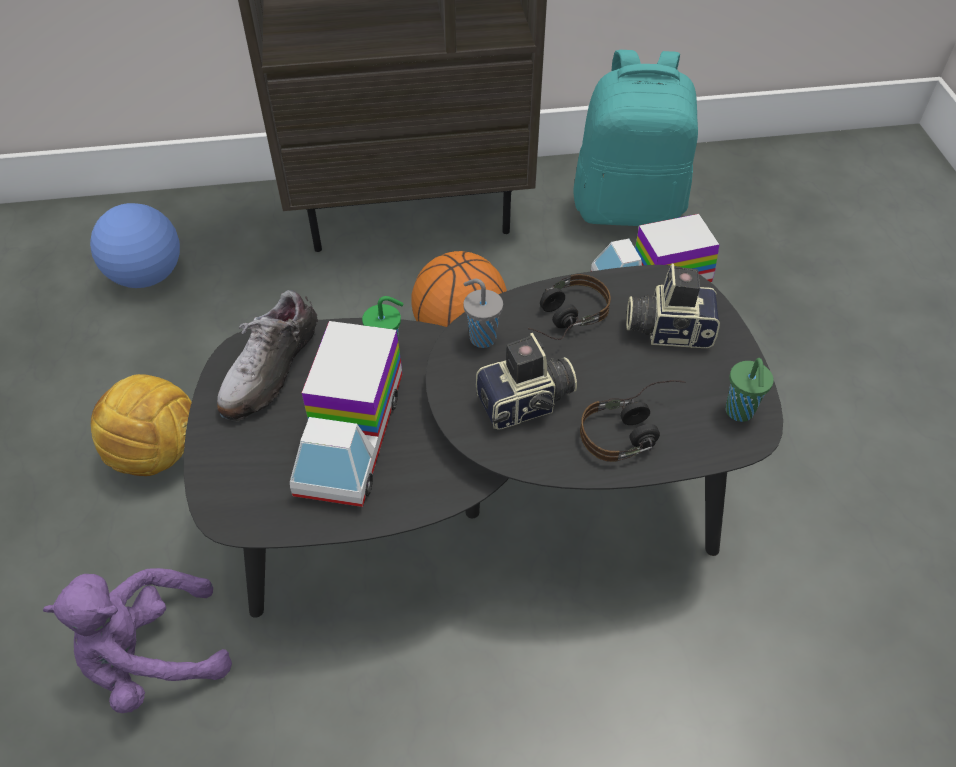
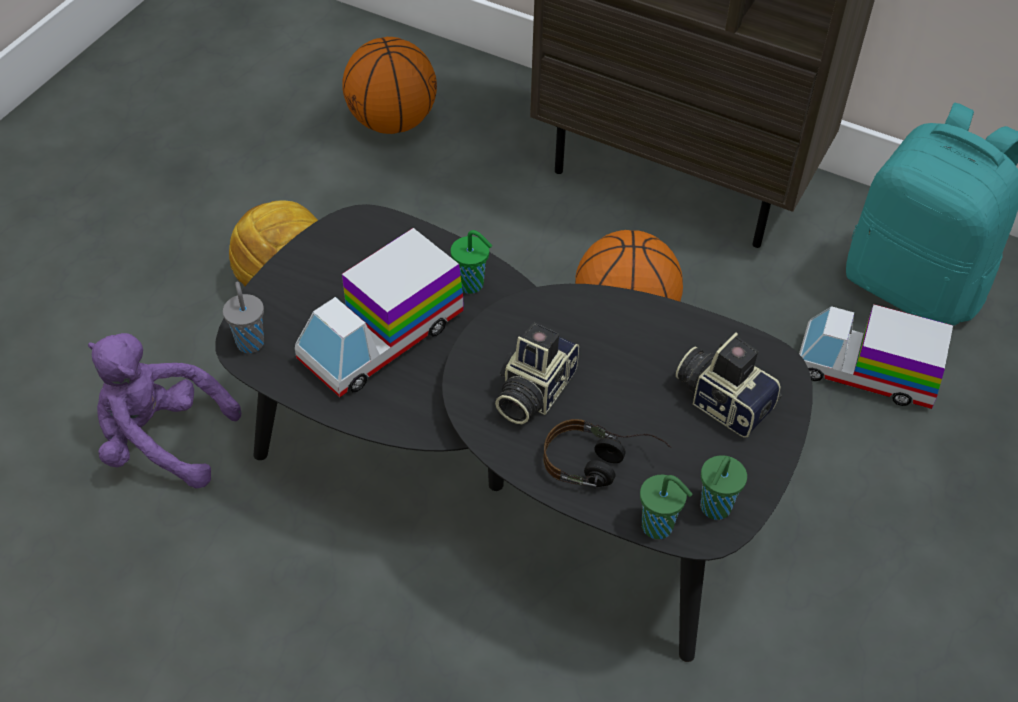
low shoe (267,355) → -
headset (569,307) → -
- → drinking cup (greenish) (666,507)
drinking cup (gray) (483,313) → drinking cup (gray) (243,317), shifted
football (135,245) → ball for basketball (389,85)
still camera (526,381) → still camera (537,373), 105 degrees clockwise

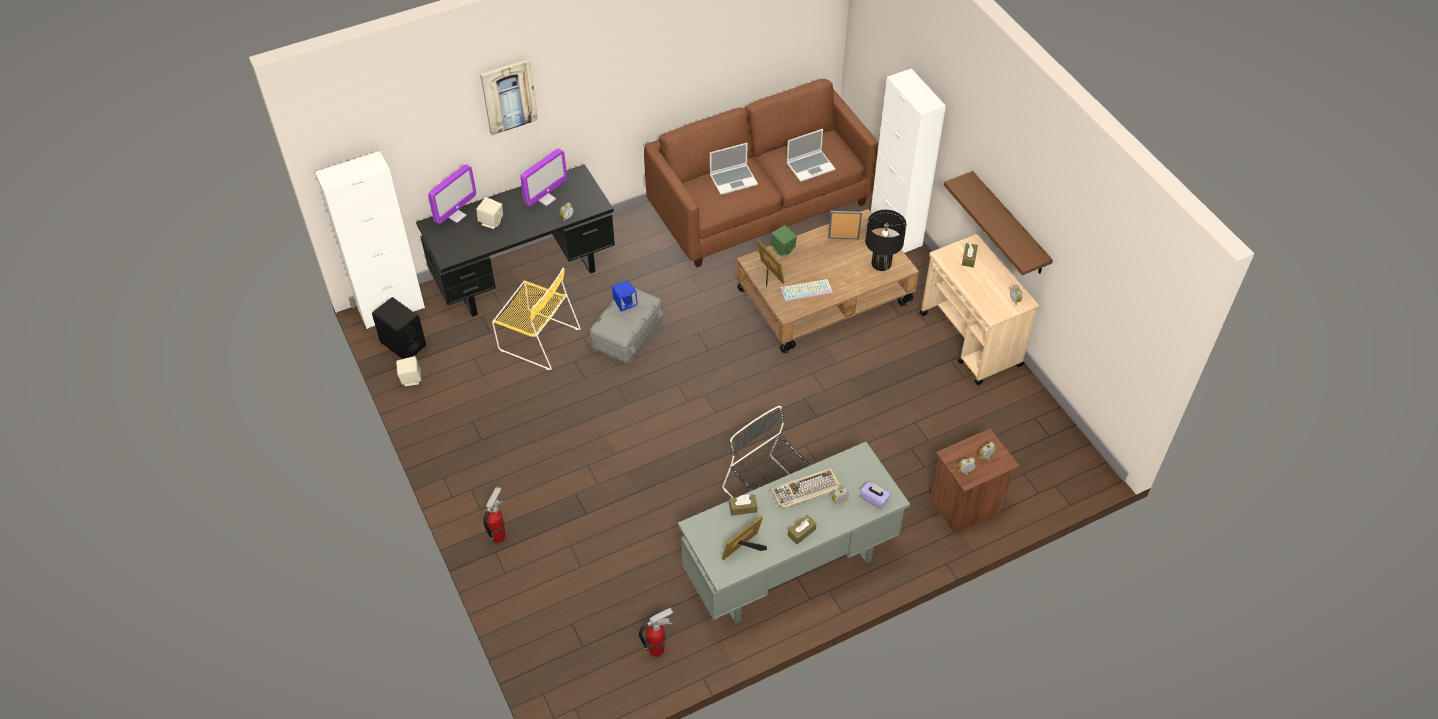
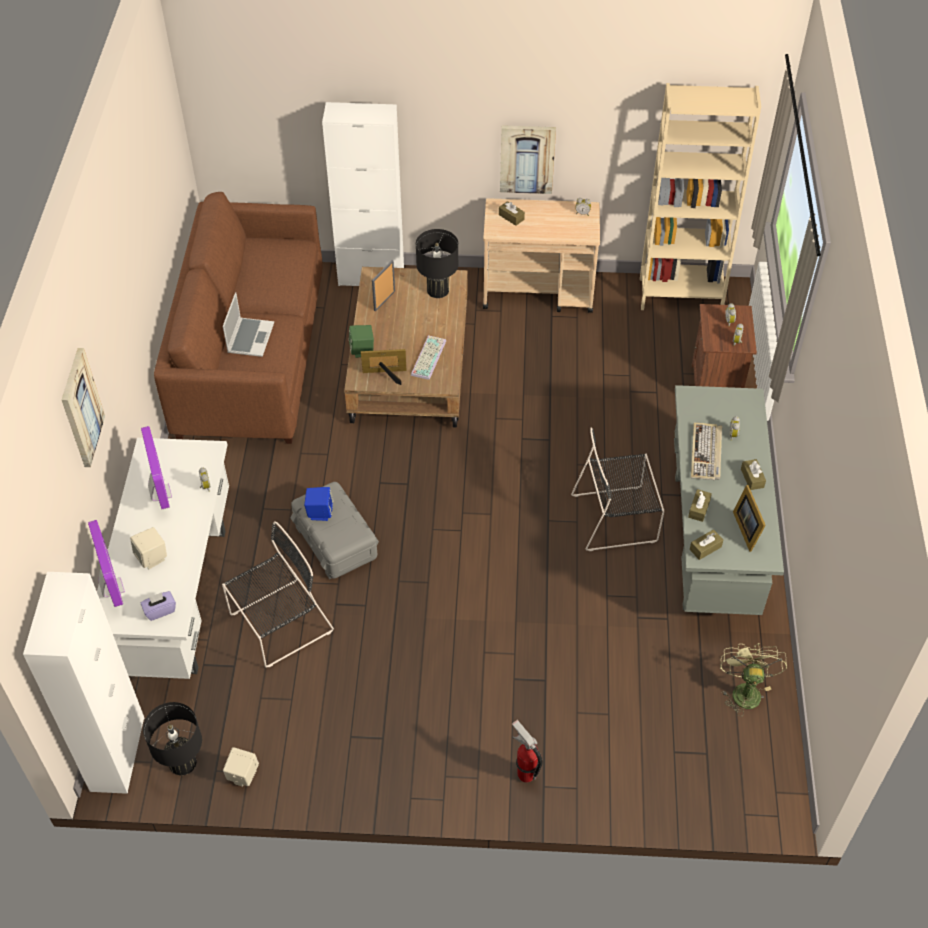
notebook computer (811,155) → -
- → bookshelf (sand-coloured) (700,196)
- → tissue holder (brown-coloured) (706,545)
tissue holder (purple-coloured) (875,495) → tissue holder (purple-coloured) (158,606), shifted
speaker (black) (399,328) → tabletop lamp (black) (172,739)
extinguisher (656,632) → fan (greenish) (753,679)
bracket shelf (brown-coloured) (998,223) → wall art (528,159)
desk (black) (515,240) → desk (whitish) (163,558)
plain chair (yellow-coloured) (536,318) → plain chair (black) (278,595)

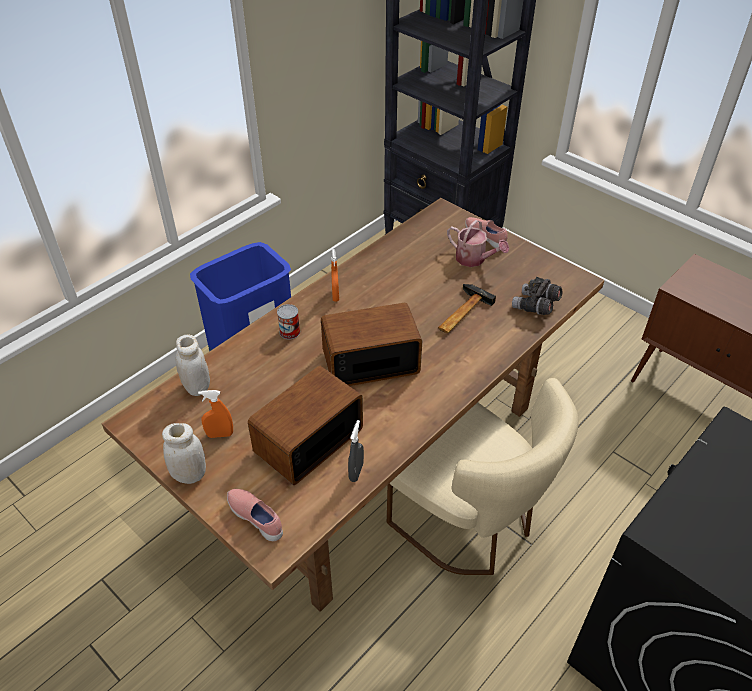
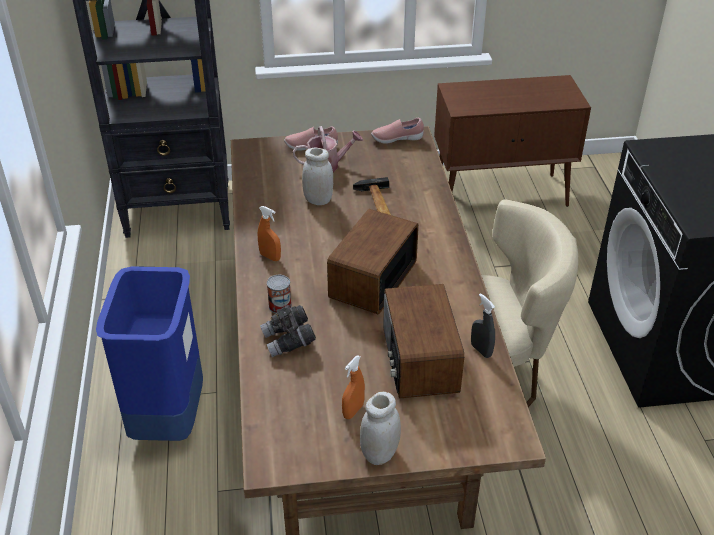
jar (whitish) (193,365) → jar (whitish) (317,176), shifted
low shoe (pink-coloured) (255,515) → low shoe (pink-coloured) (397,131), shifted
field glasses (gray) (537,296) → field glasses (gray) (288,331), shifted

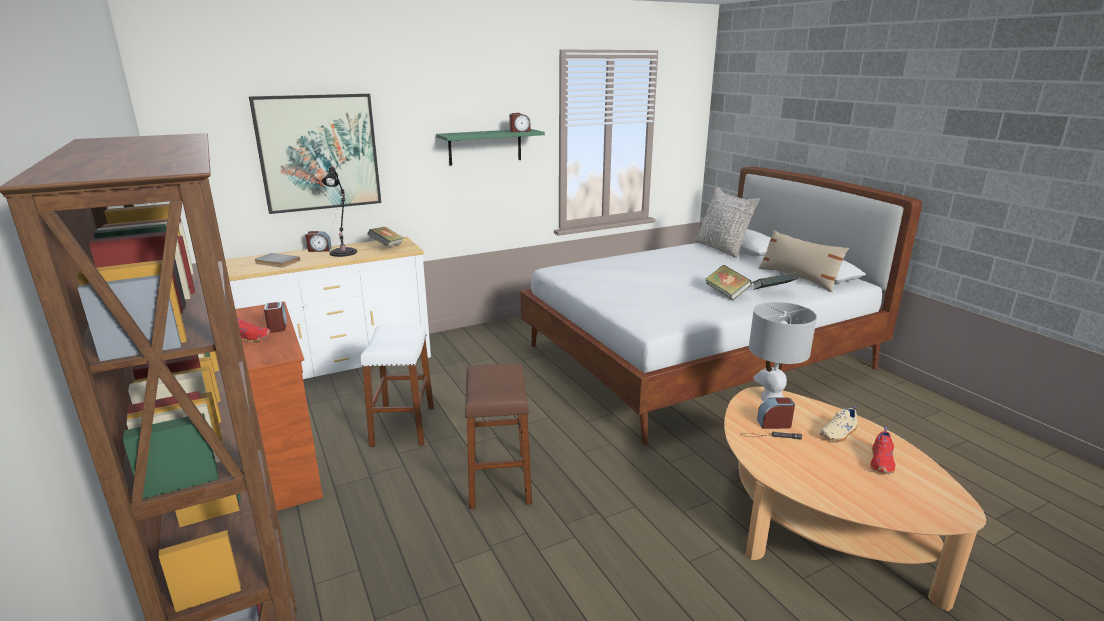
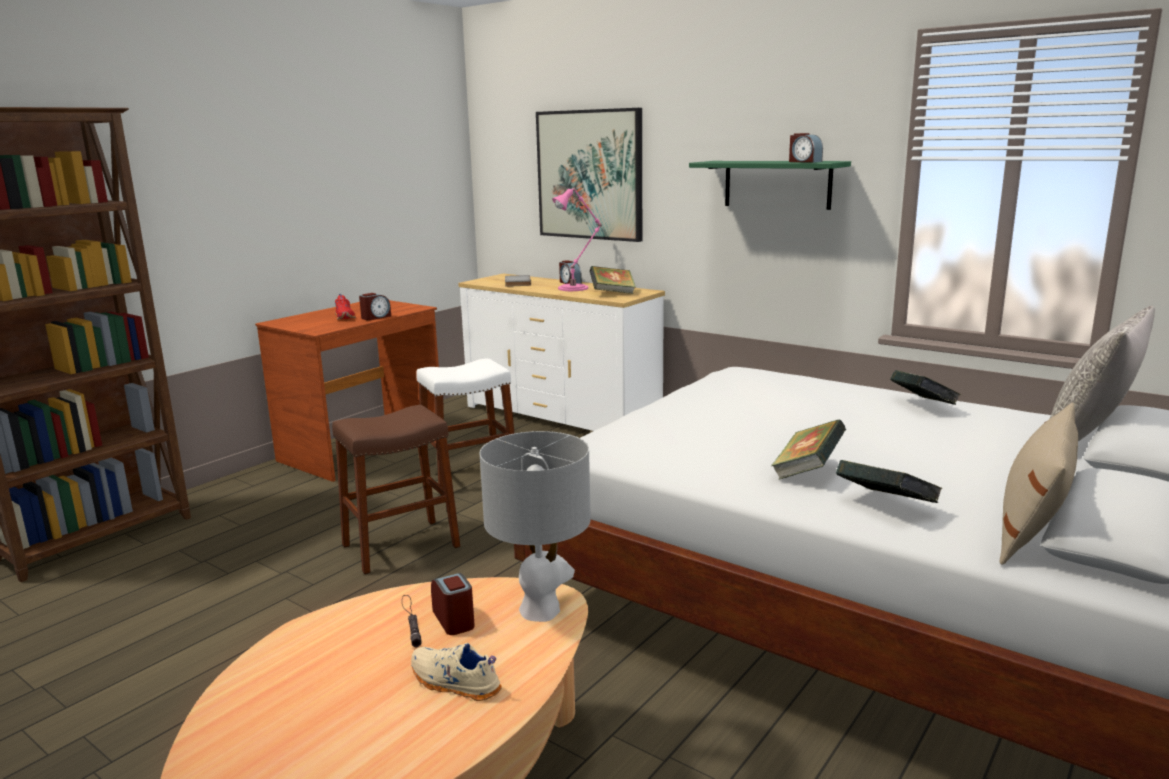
low shoe (red-coloured) (883,450) → -
- → bound book (926,387)
tabletop lamp (black) (339,211) → tabletop lamp (pink-coloured) (577,239)

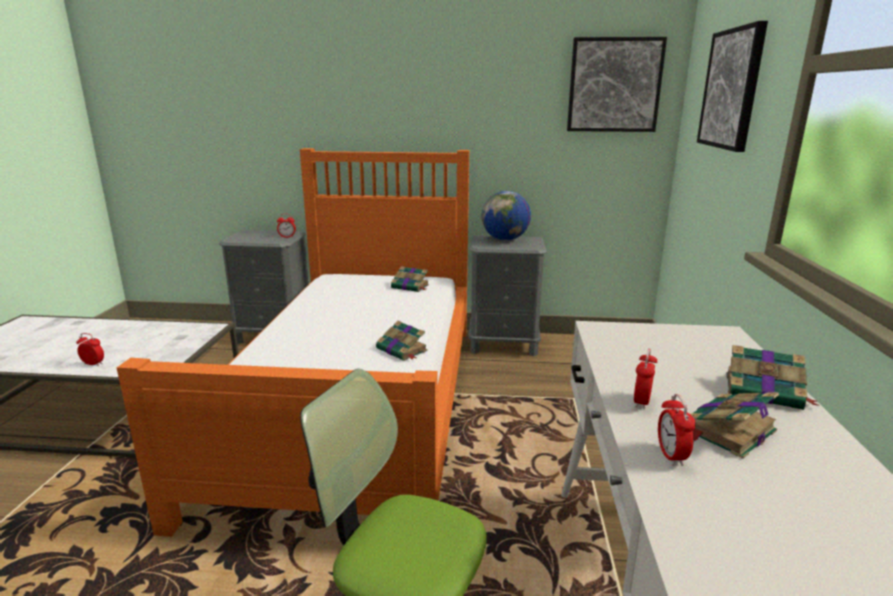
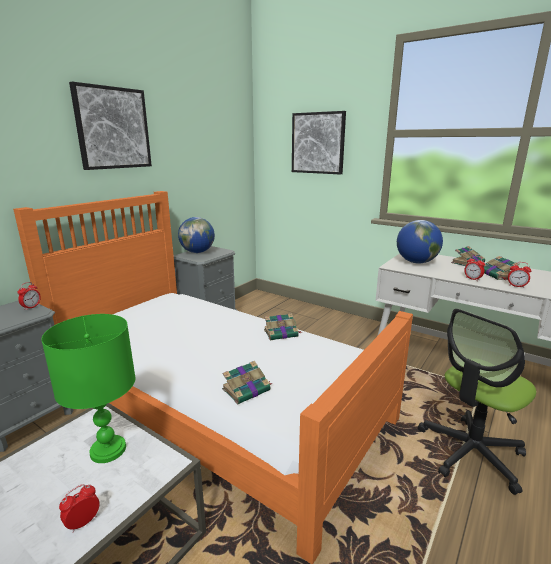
- → tabletop lamp (greenish) (88,388)
- → desk globe (420,241)
bound book (410,279) → bound book (247,382), shifted
wall art (617,84) → wall art (110,126), shifted

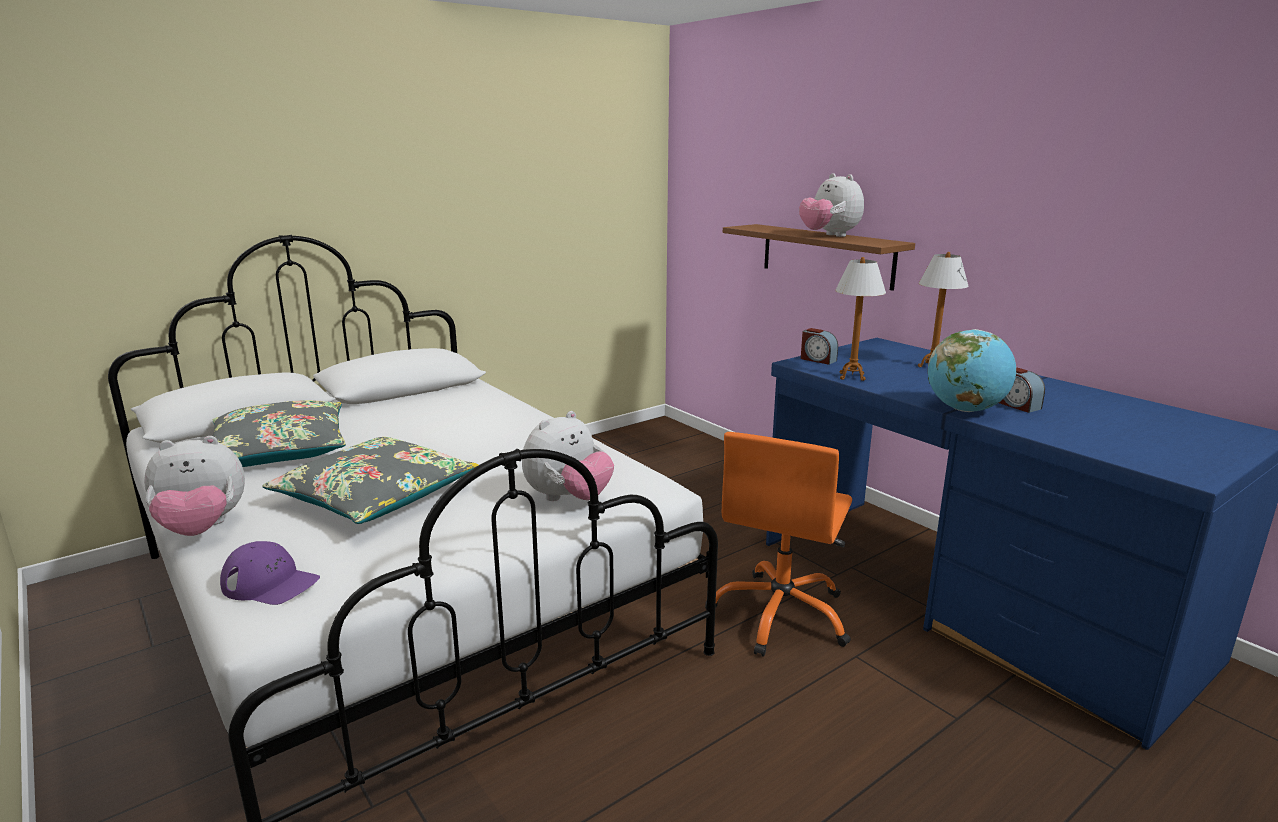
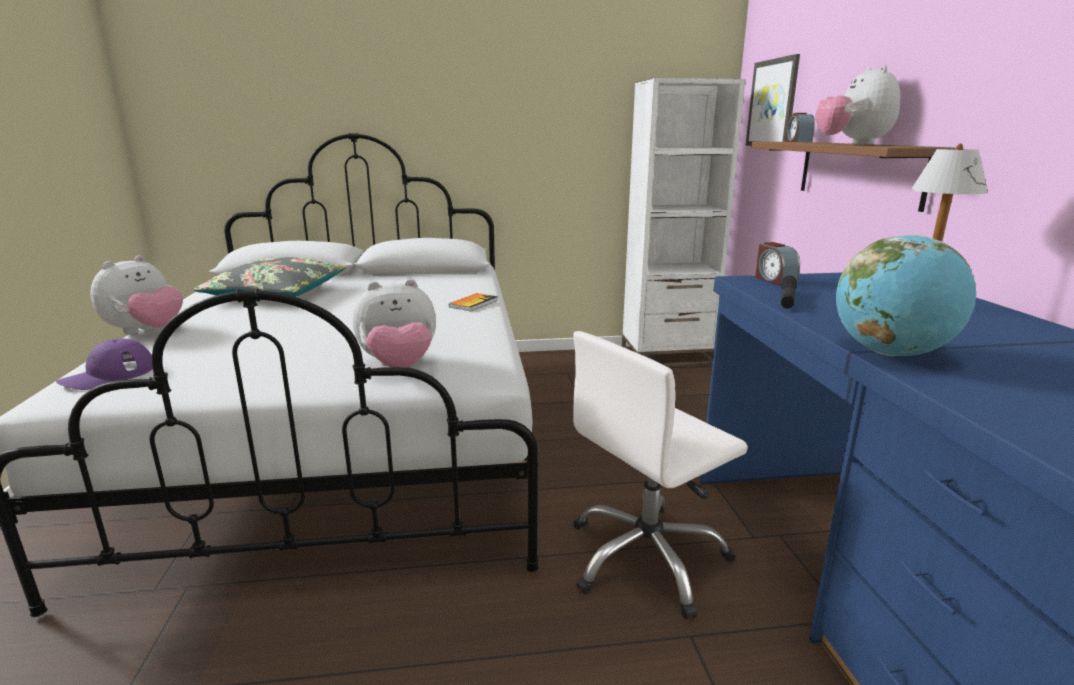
throw pillow (gray) (370,480) → -
- → bound book (473,302)
- → bookshelf (whitish) (684,222)
- → wall art (773,100)
table clock (1022,390) → table clock (800,127), shifted
tabletop lamp (860,319) → hand torch (black) (789,292)
office chair (orange) (778,544) → office chair (whitish) (660,475)
cuddly toy (194,486) → cuddly toy (136,294), 75 degrees counterclockwise
peaked cap (purple-coloured) (270,573) → peaked cap (purple-coloured) (104,364), 75 degrees clockwise

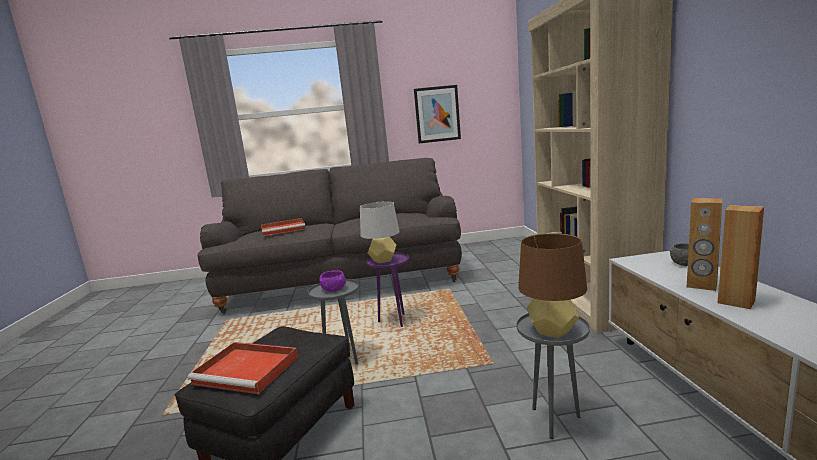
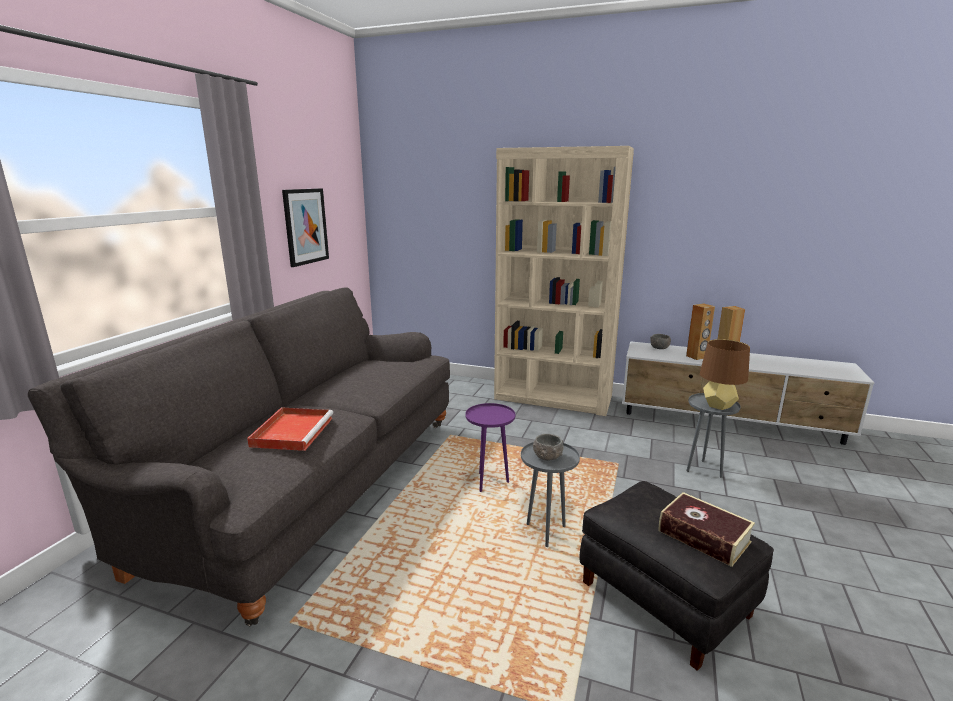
tabletop lamp (gray) (380,232) → -
carrying tray (red-coloured) (243,368) → bound book (706,529)
deep dish (purple-coloured) (332,281) → deep dish (gray) (548,447)

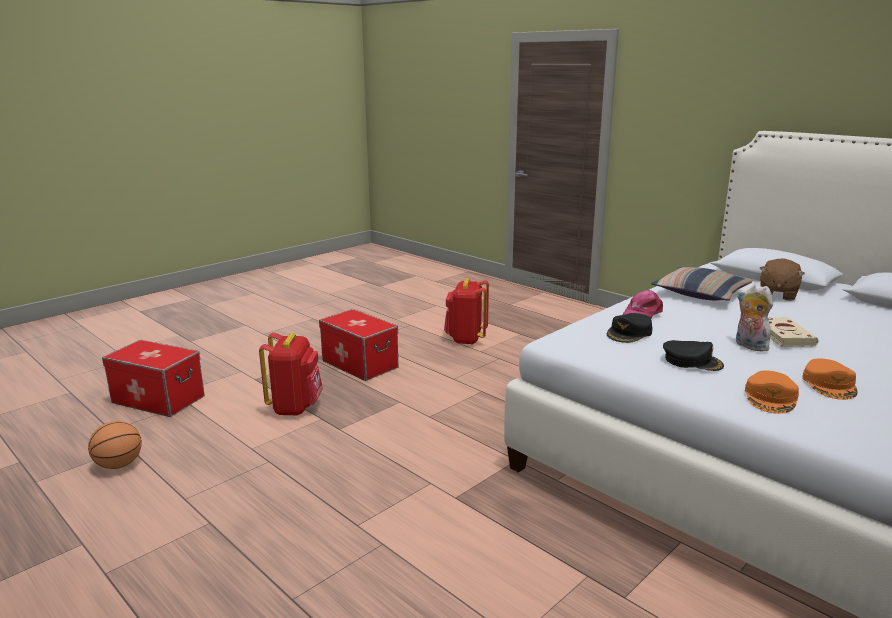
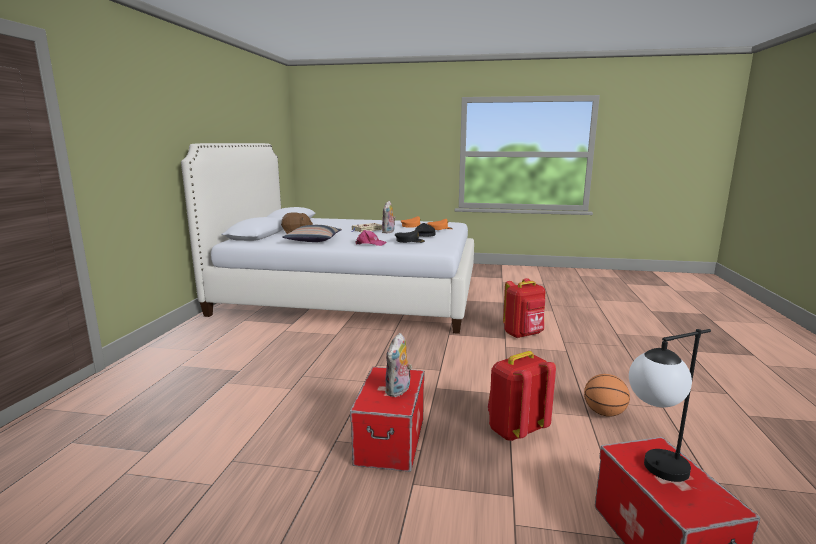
- → cuddly toy (398,365)
- → tabletop lamp (670,405)
ball for basketball (115,445) → ball for basketball (607,395), shifted
backpack (red-coloured) (466,311) → backpack (red-coloured) (524,308), shifted

